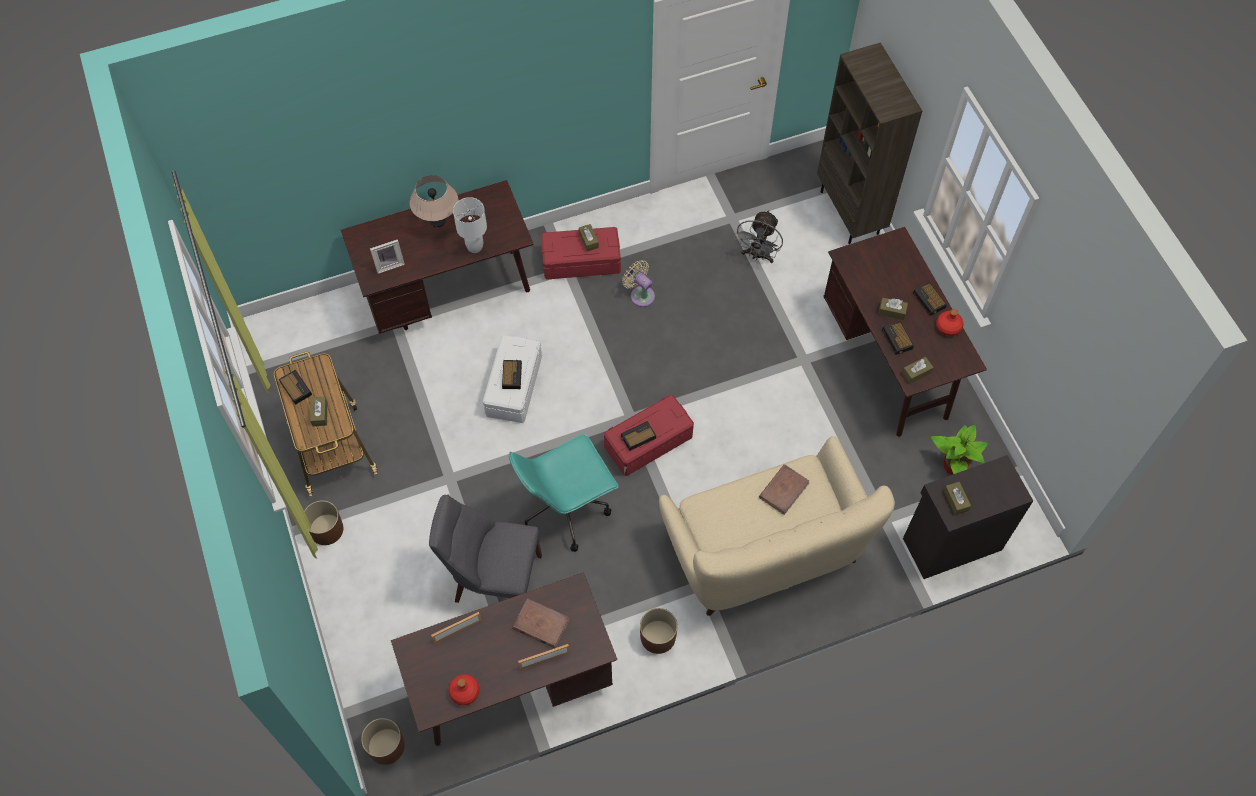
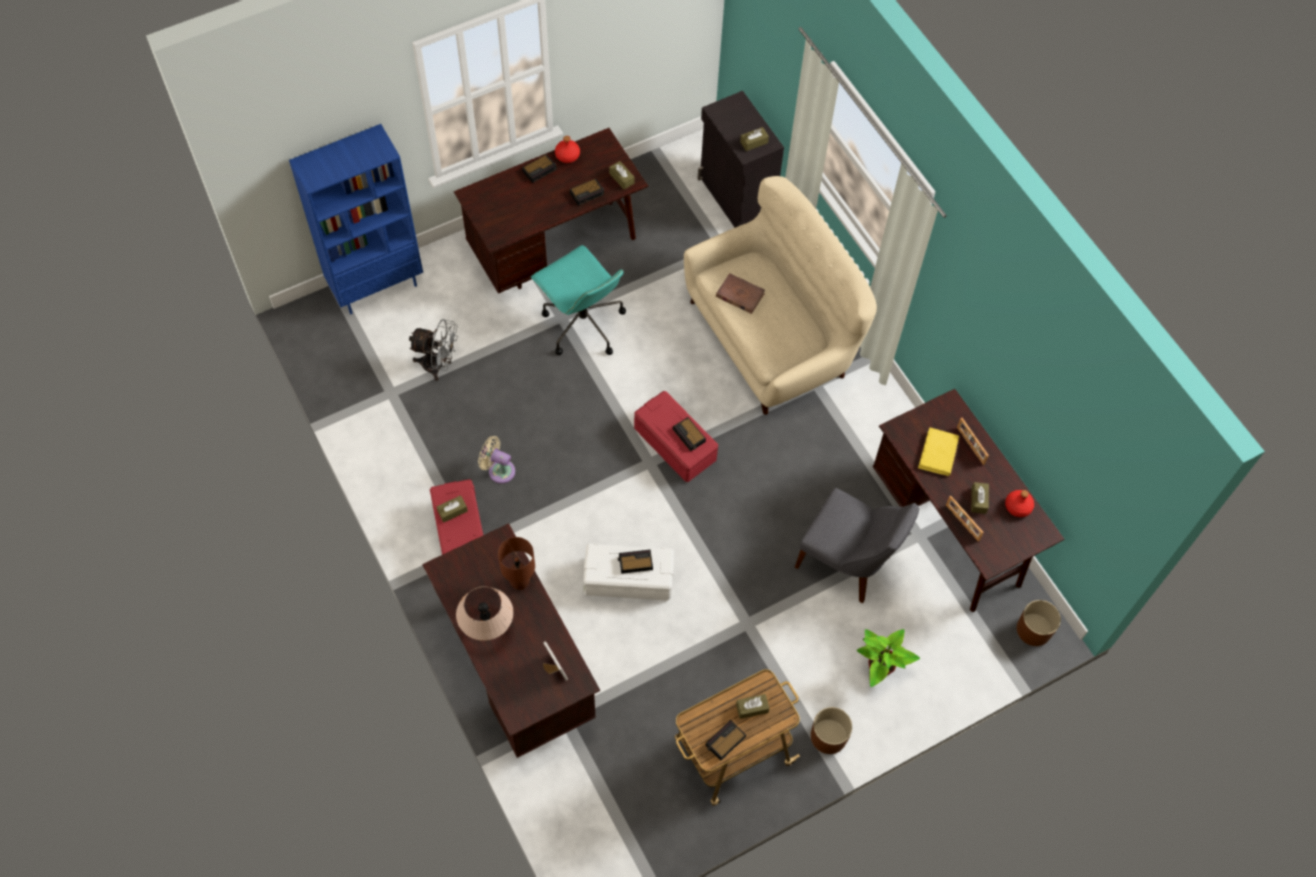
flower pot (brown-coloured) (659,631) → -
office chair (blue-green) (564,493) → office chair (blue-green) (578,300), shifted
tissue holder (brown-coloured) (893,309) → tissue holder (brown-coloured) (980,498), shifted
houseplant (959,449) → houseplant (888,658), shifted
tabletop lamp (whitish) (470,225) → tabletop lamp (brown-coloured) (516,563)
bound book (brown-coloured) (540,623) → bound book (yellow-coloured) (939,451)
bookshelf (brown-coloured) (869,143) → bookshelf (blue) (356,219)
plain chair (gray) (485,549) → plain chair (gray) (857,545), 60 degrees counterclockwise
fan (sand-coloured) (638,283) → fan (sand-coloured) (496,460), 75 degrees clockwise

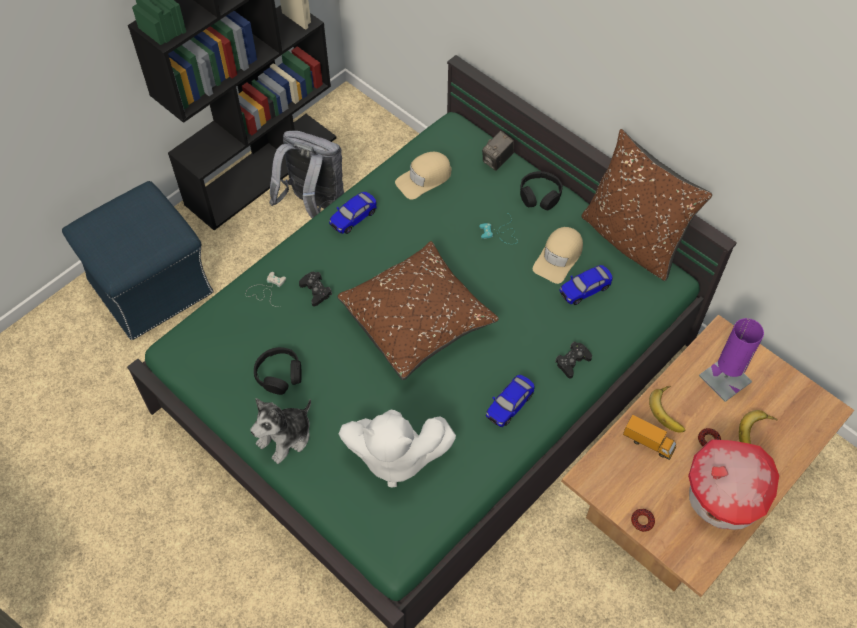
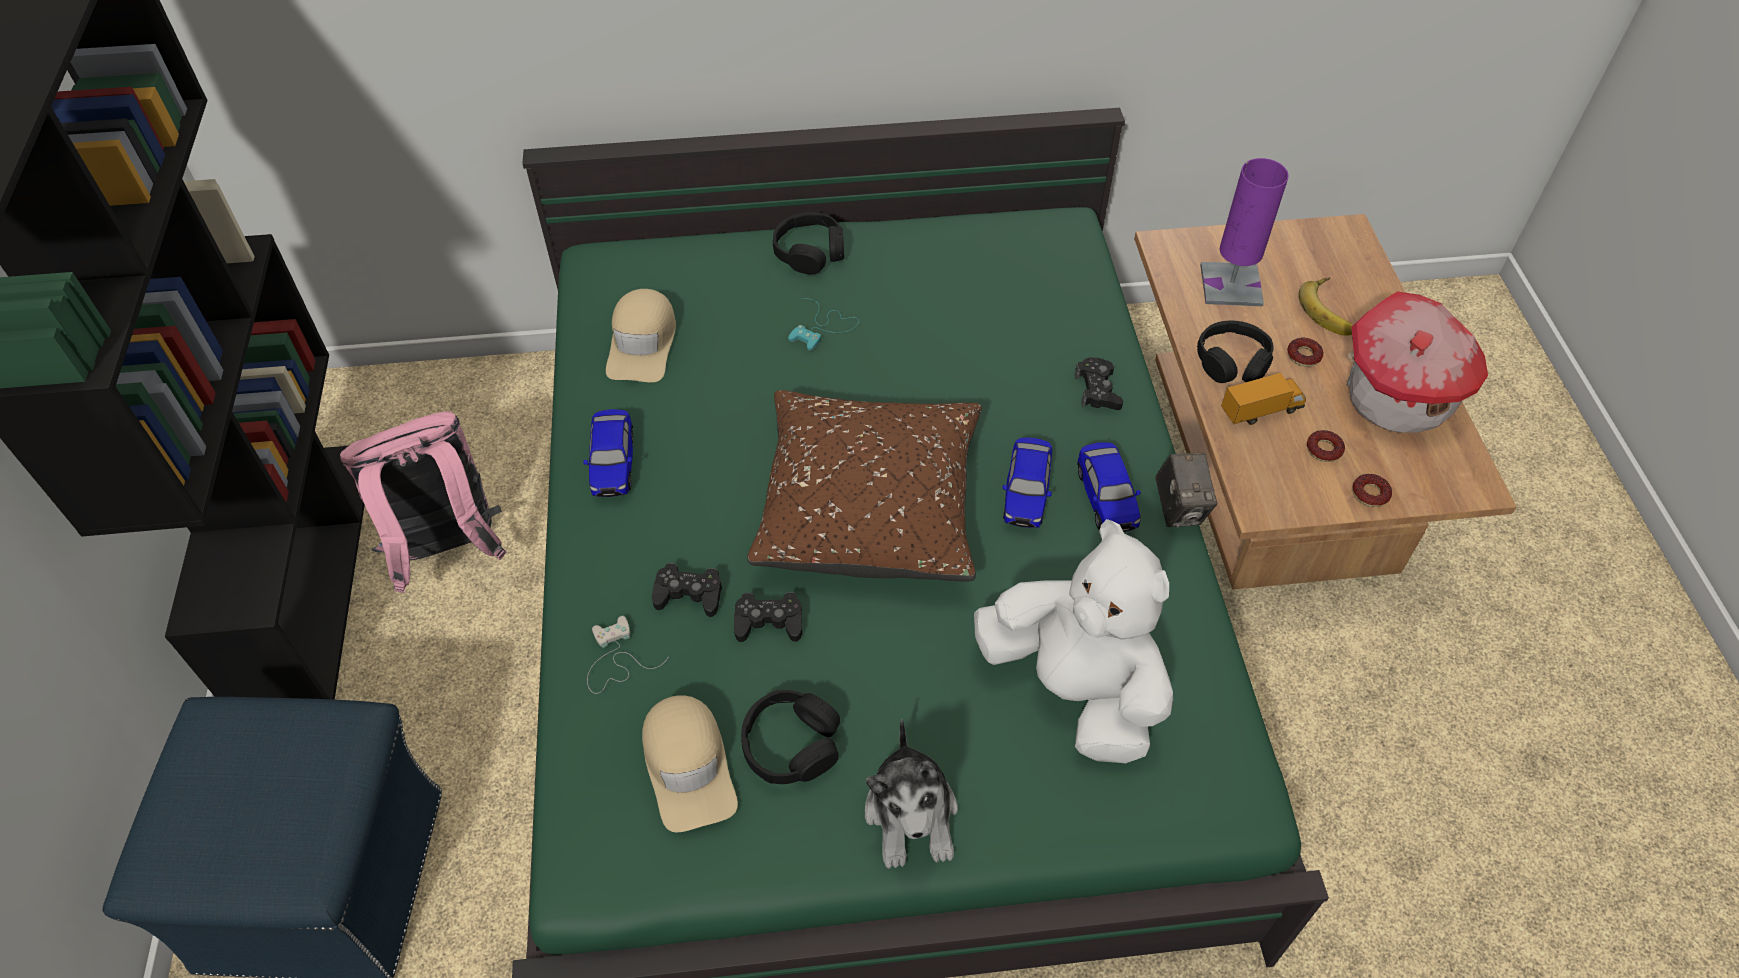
throw pillow (brown-coloured) (646,205) → -
- → joypad (black) (768,617)
- → doughnut (1326,446)
still camera (498,151) → still camera (1186,490), shifted
peaked cap (sand-coloured) (558,255) → peaked cap (sand-coloured) (690,763), shifted
toy car (586,285) → toy car (1027,483), shifted
banana fruit (667,409) → headset (black) (1235,352)
backpack (gray) (306,174) → backpack (pink-coloured) (423,502)
cuddly toy (whitish) (397,449) → cuddly toy (whitish) (1073,641), 90 degrees counterclockwise

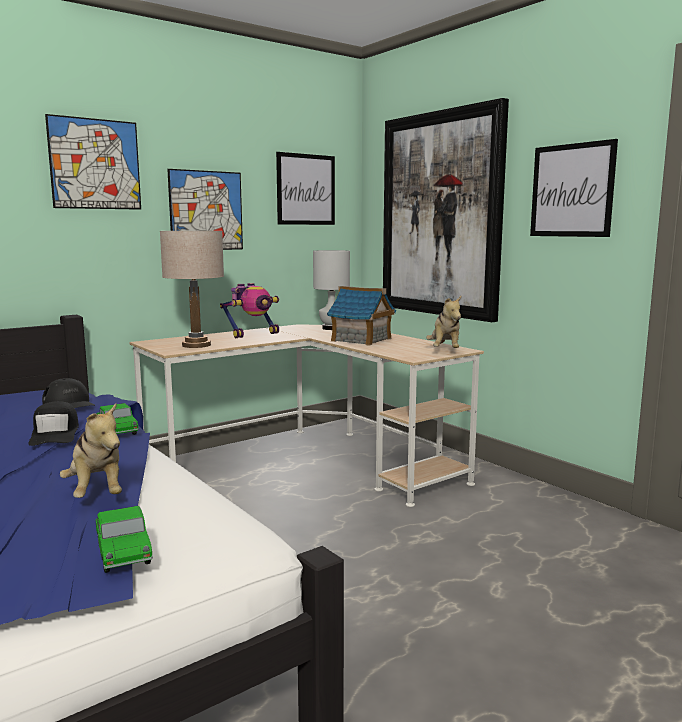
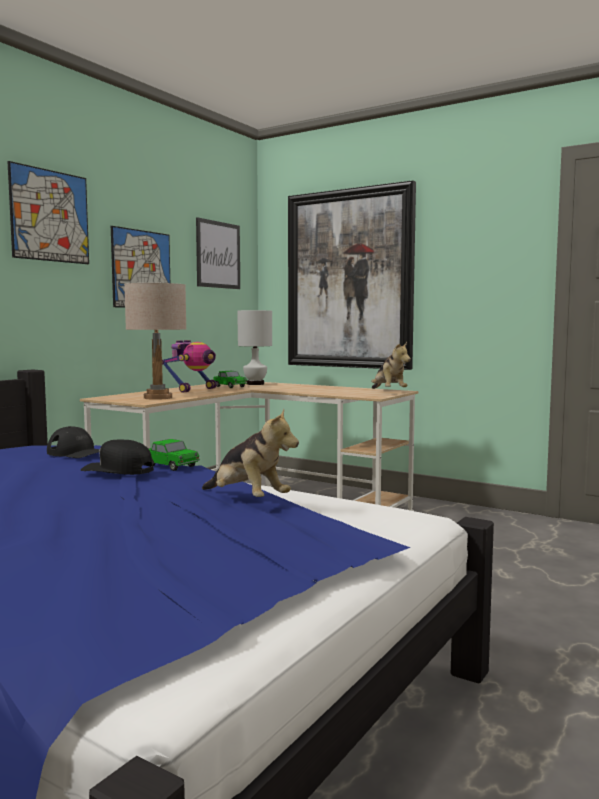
miniature house (361,316) → -
wall art (574,188) → -
toy car (124,539) → toy car (230,379), shifted
peaked cap (black) (54,423) → peaked cap (black) (117,457), 150 degrees clockwise

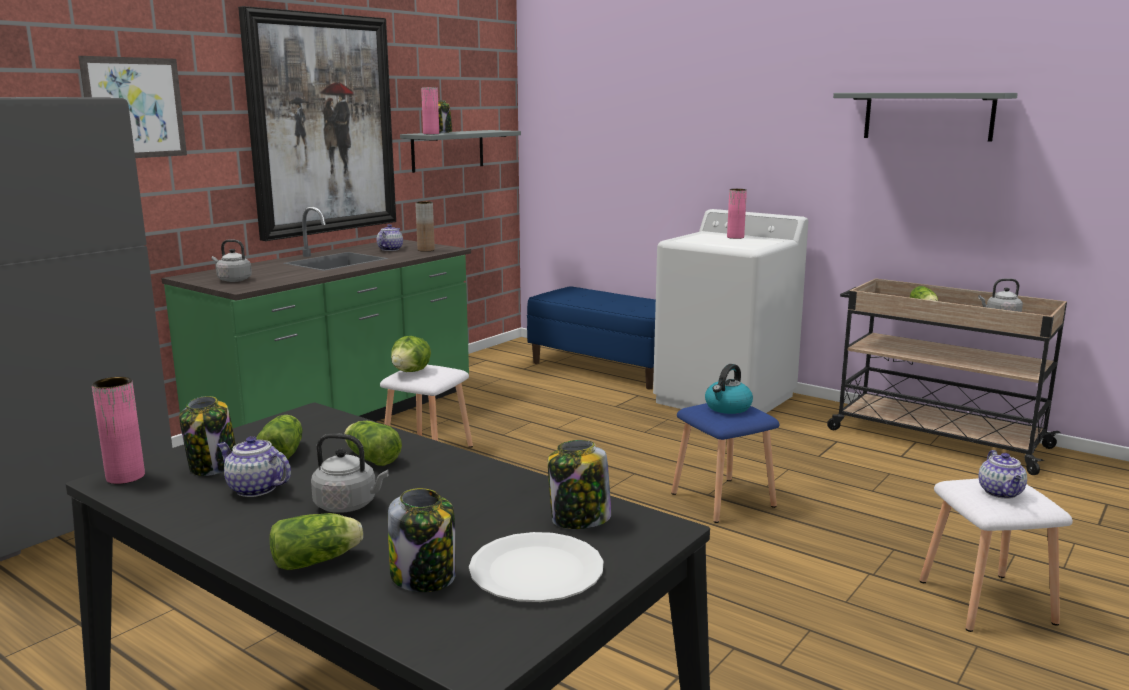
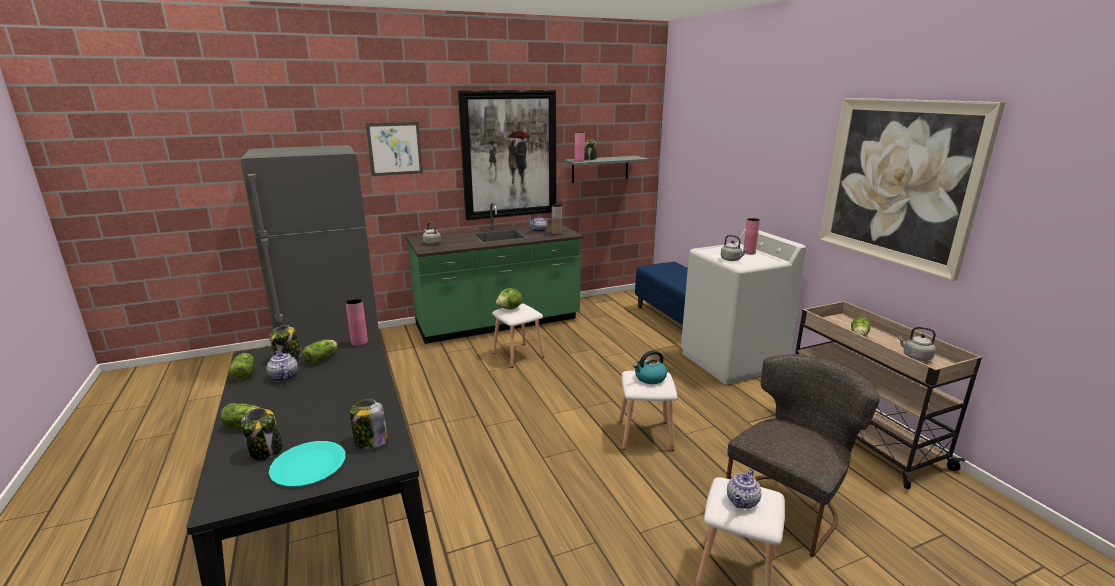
- → plain chair (gray) (803,455)
decorative vase (pink-coloured) (118,430) → decorative vase (pink-coloured) (356,322), shifted
tea kettle (gray) (350,473) → tea kettle (gray) (734,248), shifted
lettuce (373,443) → lettuce (241,366), shifted
bracket shelf (gray) (925,117) → wall art (912,189)
plate (whitish) (536,567) → plate (blue-green) (307,464)
sitting stool (blue) (725,463) → sitting stool (whitish) (648,411)

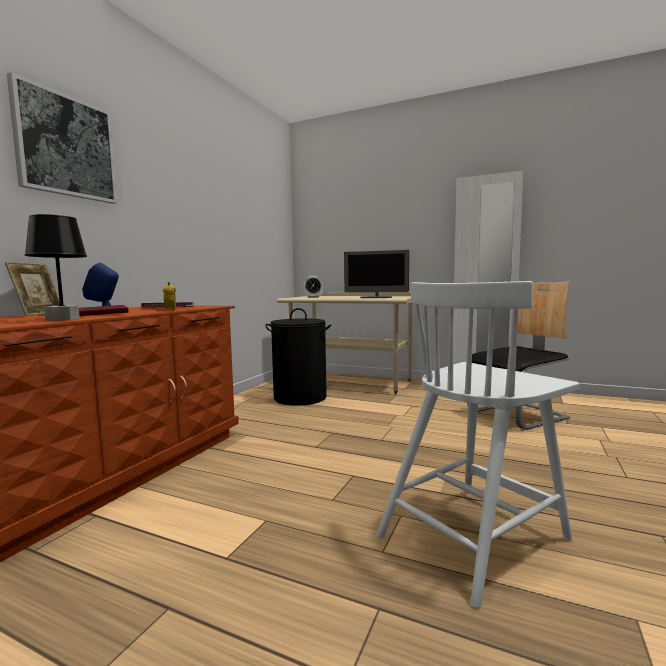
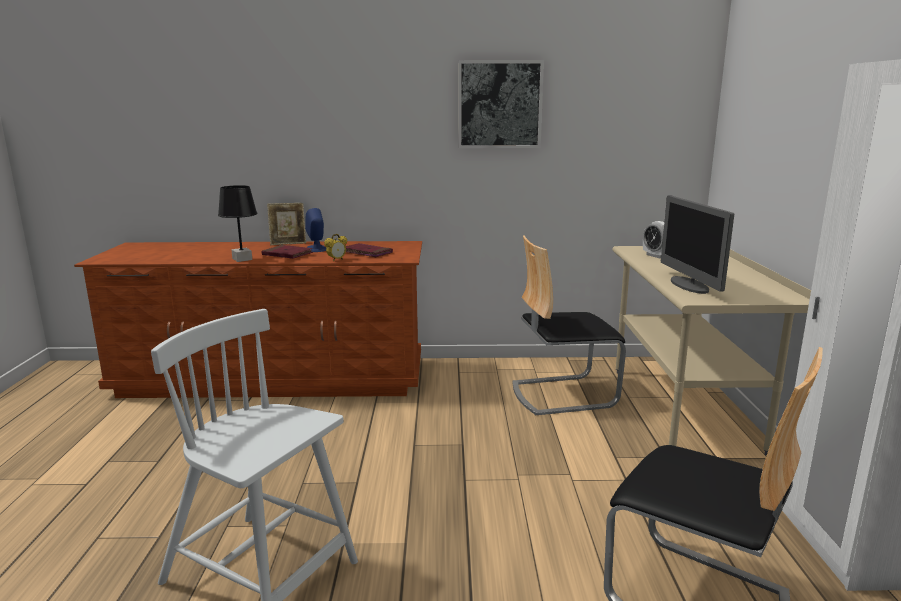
wall art (62,138) → wall art (501,104), shifted
laundry basket (black) (298,357) → plain chair (569,325)

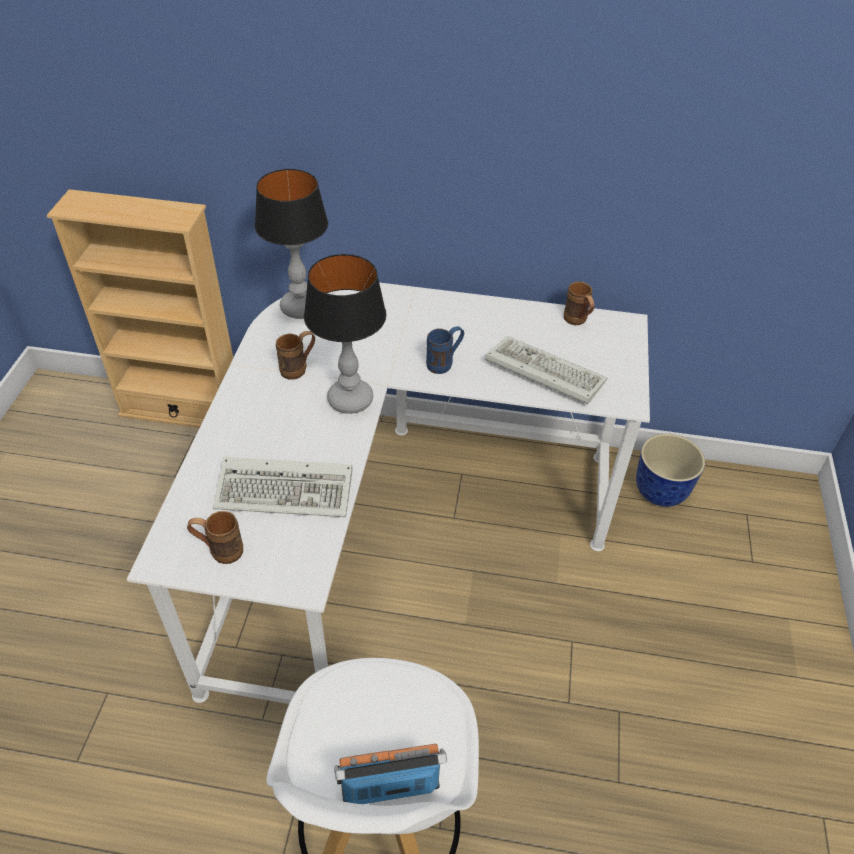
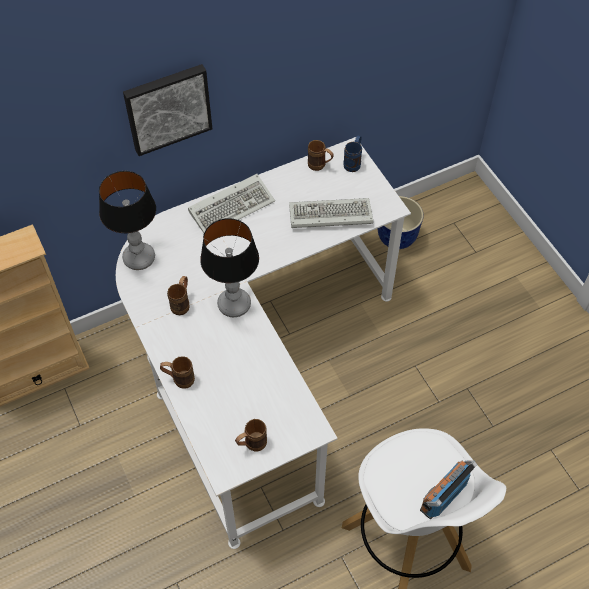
- → wall art (167,110)
- → tea mug (brown-coloured) (177,372)
PC keyboard (282,487) → PC keyboard (231,203), shifted
tea mug (blue) (445,350) → tea mug (blue) (352,154), shifted

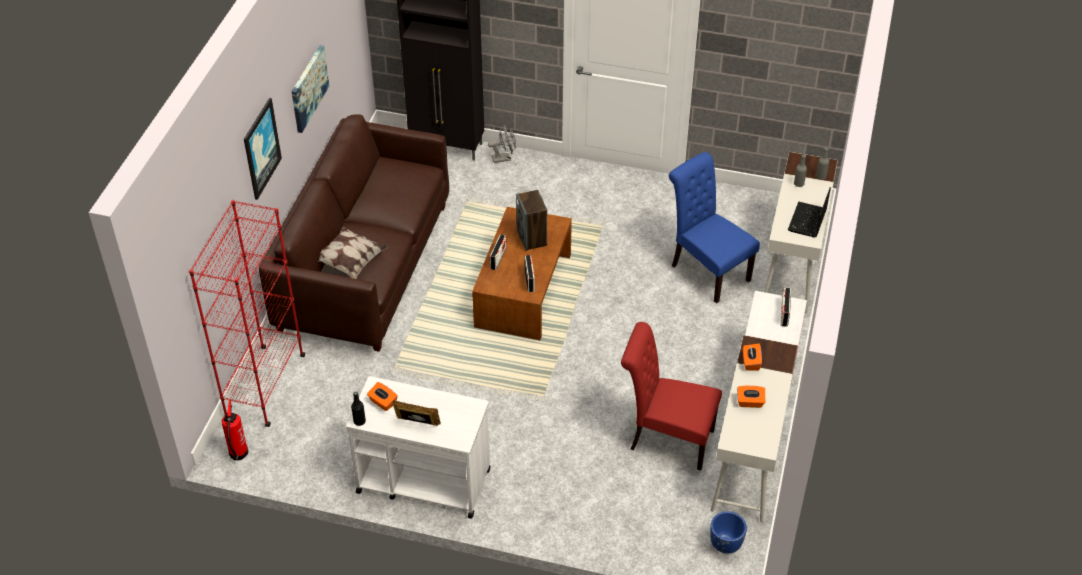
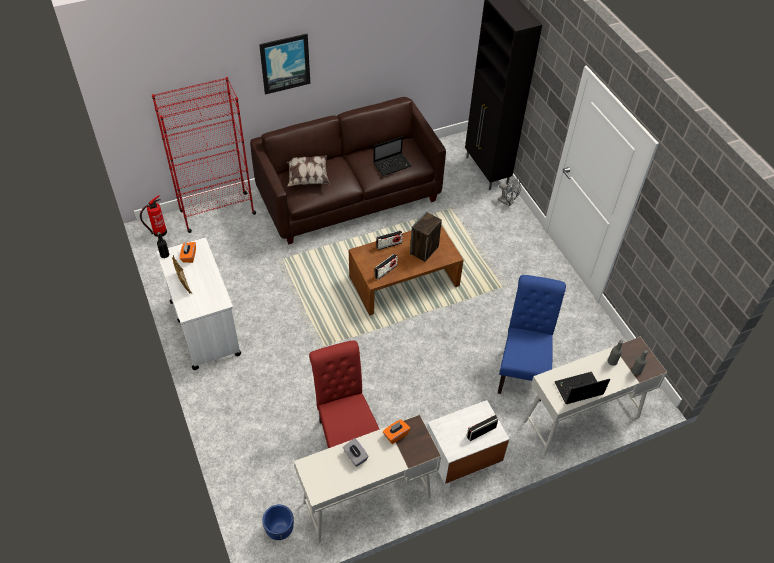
wall art (310,89) → -
- → notebook computer (392,156)
tissue holder (orange) (751,397) → tissue holder (gray) (356,452)

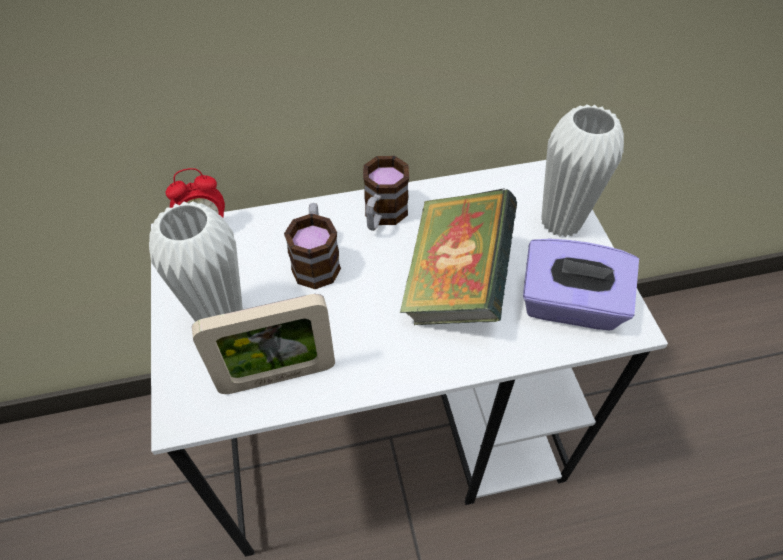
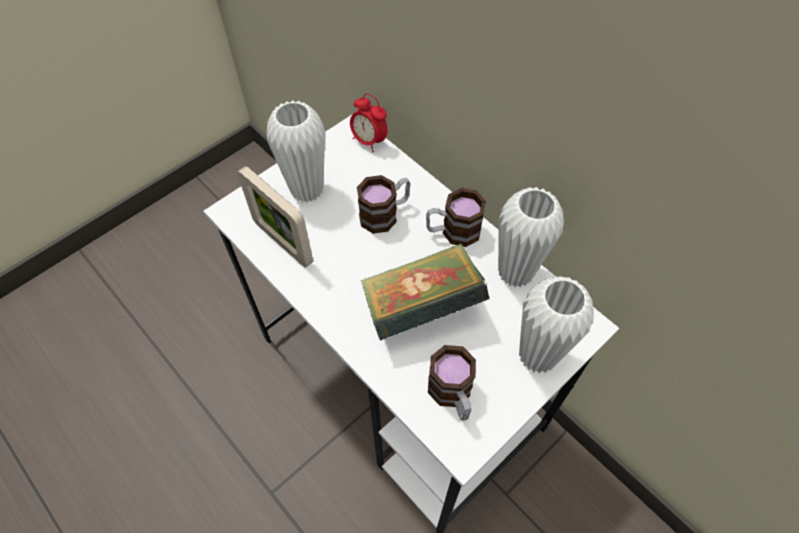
- → decorative vase (whitish) (531,237)
tissue holder (purple-coloured) (581,284) → tea mug (452,383)

